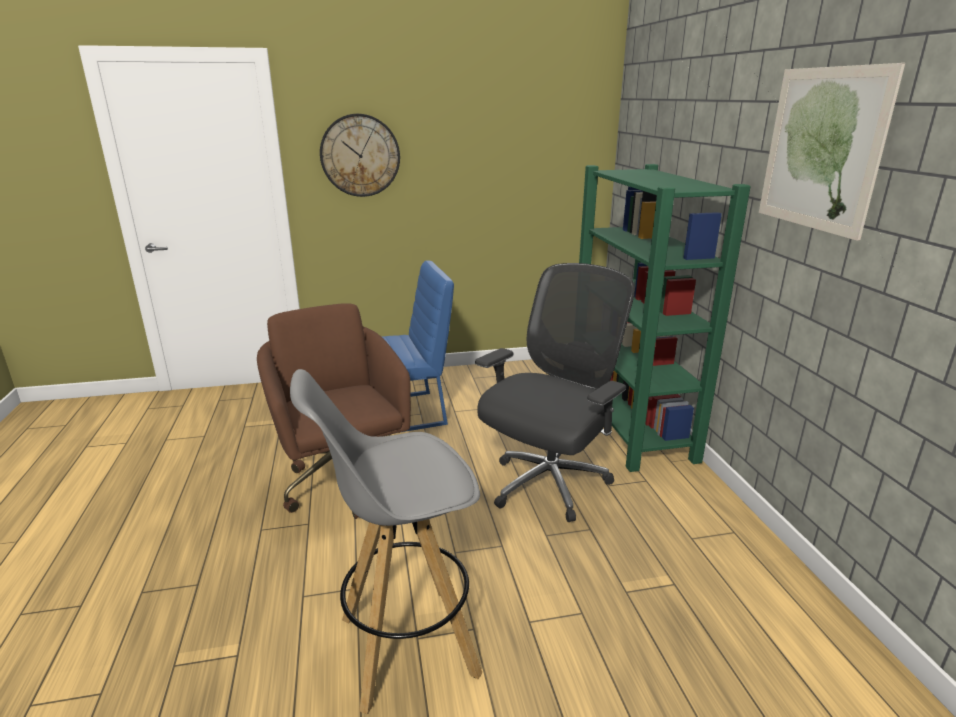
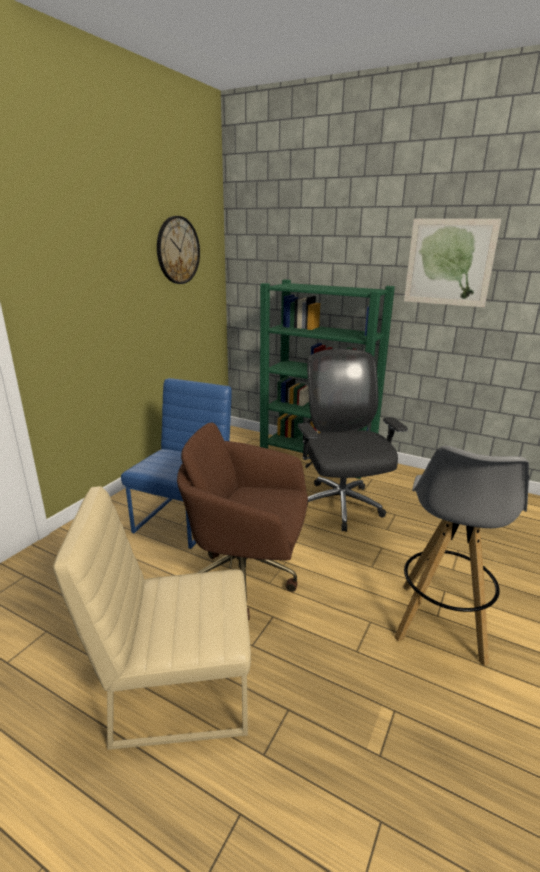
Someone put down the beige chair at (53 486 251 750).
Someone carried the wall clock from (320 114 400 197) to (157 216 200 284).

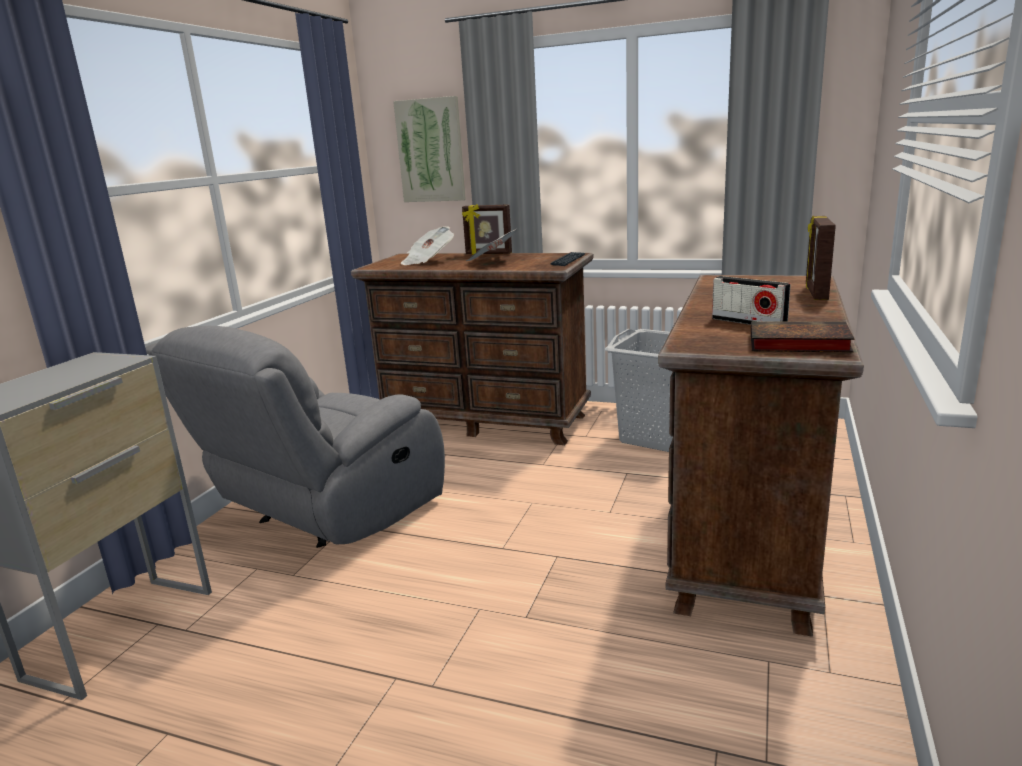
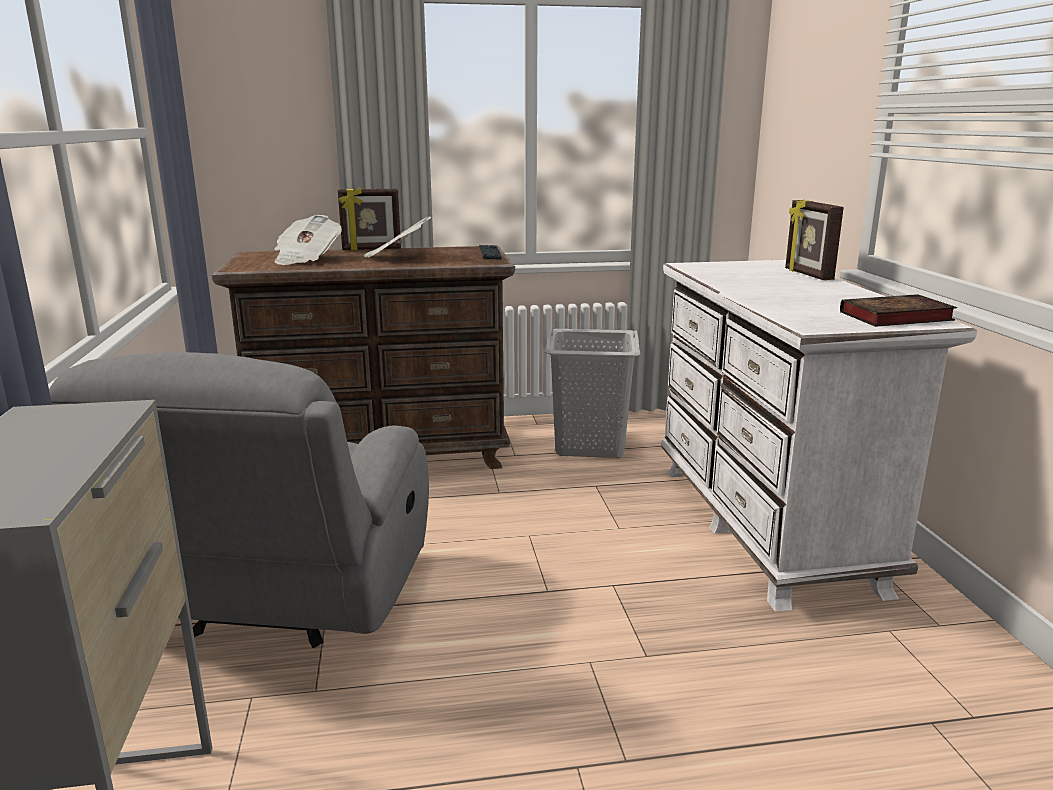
Someone repainted the brown dresser at (658 275 864 637), which became the white dresser at (661 260 977 611).
Someone took away the picture at (393 96 466 202).
Someone took away the radio at (712 276 791 325).

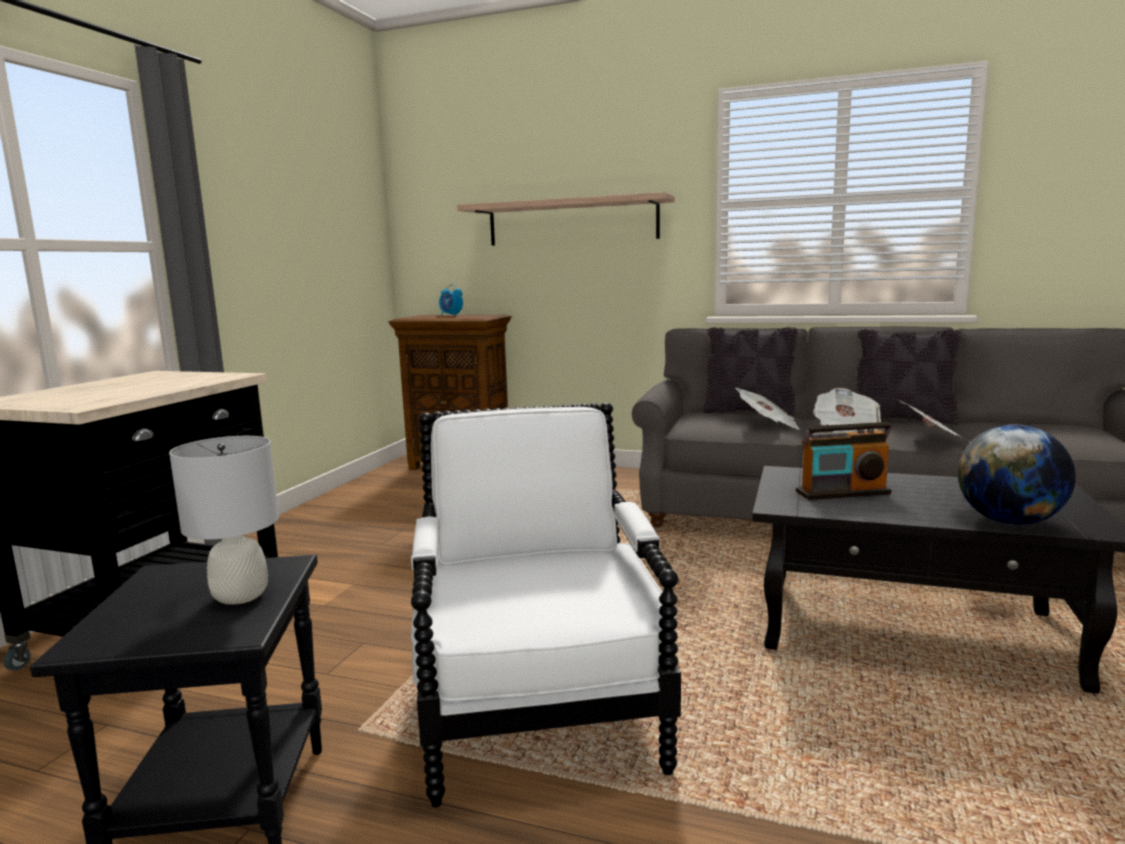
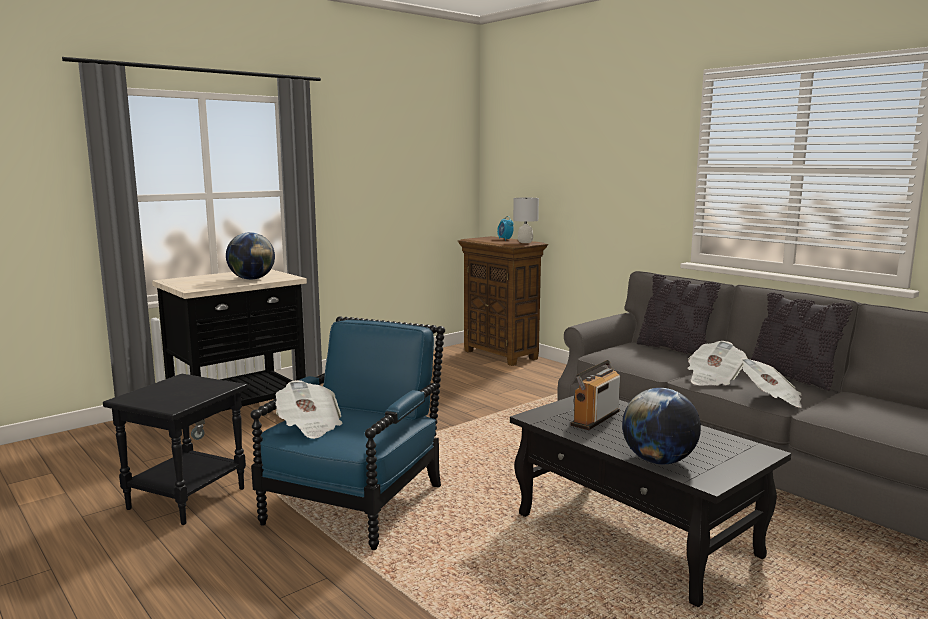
Someone put down the globe at (226 232 275 280).
Someone repainted the white armchair at (411 402 681 807), which became the blue armchair at (251 316 445 550).
Someone carried the newspaper from (735 388 800 429) to (276 380 342 439).
Someone carried the grey table lamp from (169 436 279 605) to (513 197 539 243).
Someone rotated the radio at (796 422 892 500) by 105 degrees clockwise.
Someone took away the shelf at (457 192 675 245).

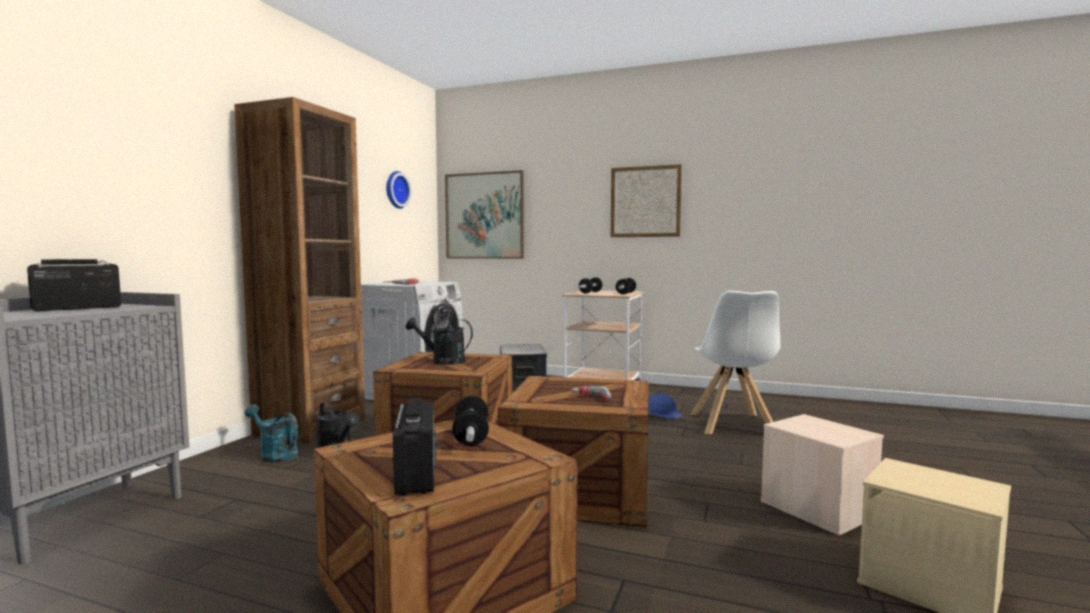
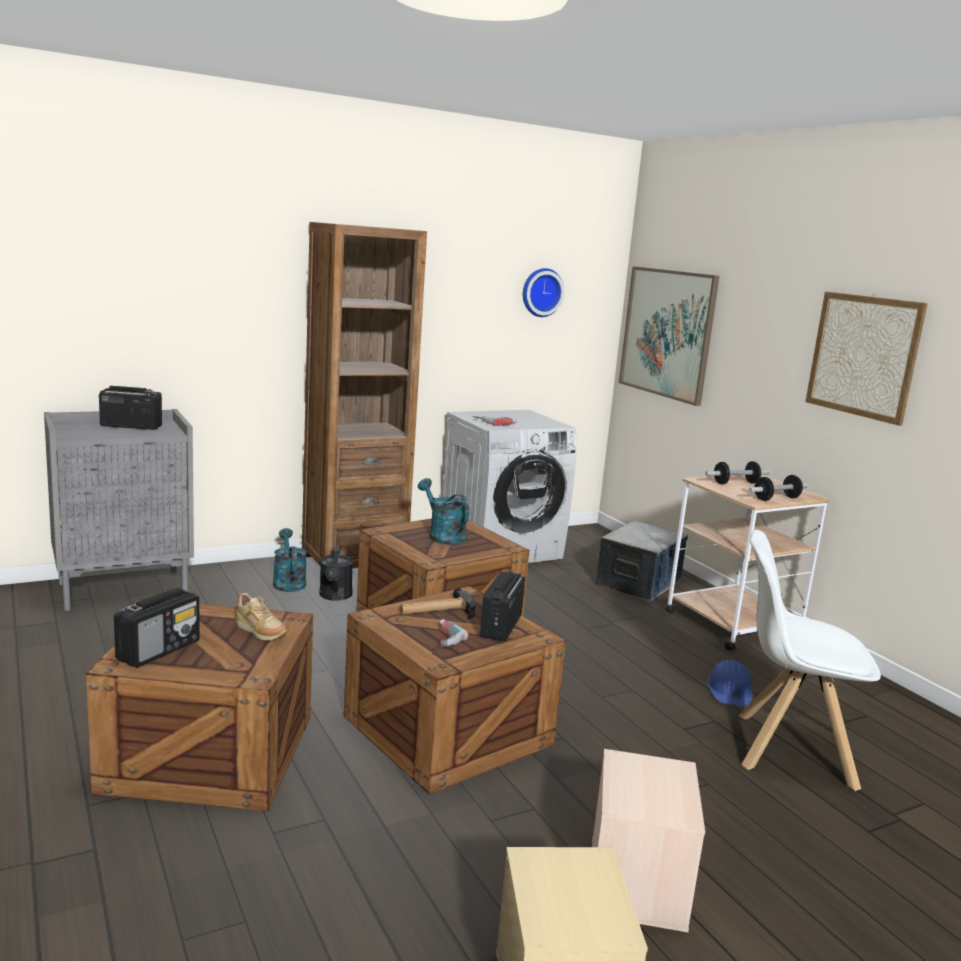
Someone swapped the dumbbell at (452 395 489 446) for the beige shoe at (236 593 288 641).
Someone put down the hammer at (400 588 476 620).
Someone repainted the black watering can at (406 318 473 365), which became the turquoise watering can at (418 478 470 545).
Someone put down the radio at (480 571 525 641).
Someone rotated the white chair at (690 291 781 435) by 60 degrees clockwise.

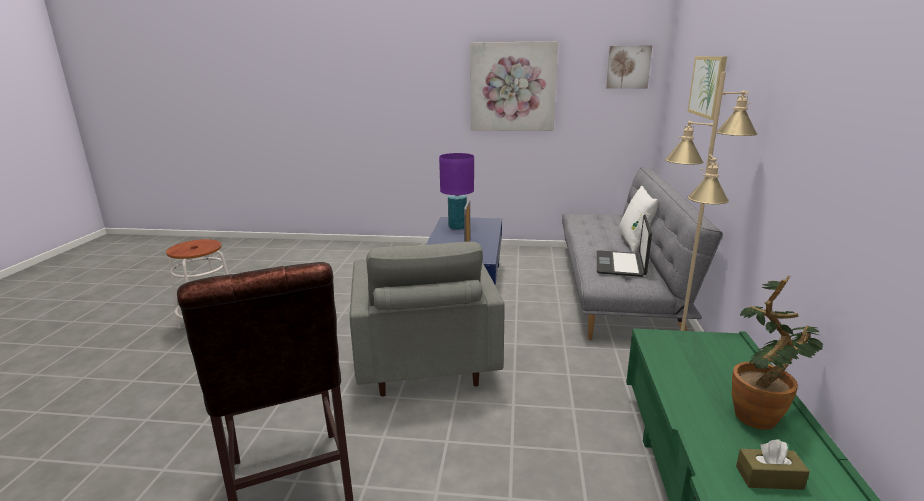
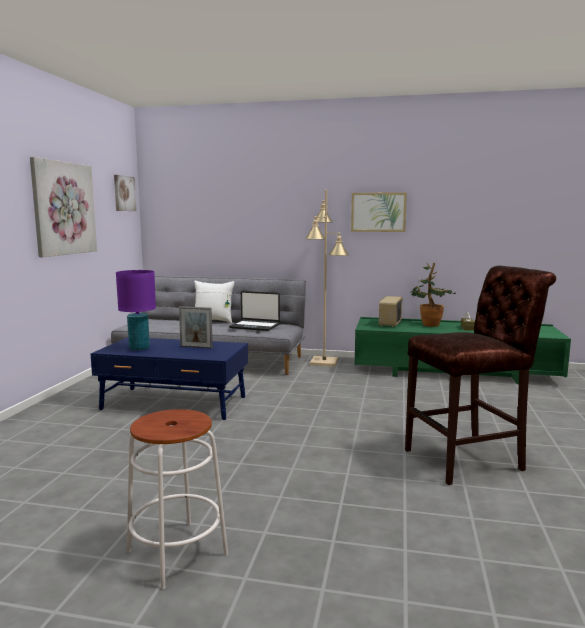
Someone carried the picture from (687 56 727 120) to (351 192 407 232).
Someone put down the radio at (378 296 403 327).
Someone took away the grey armchair at (350 242 505 397).

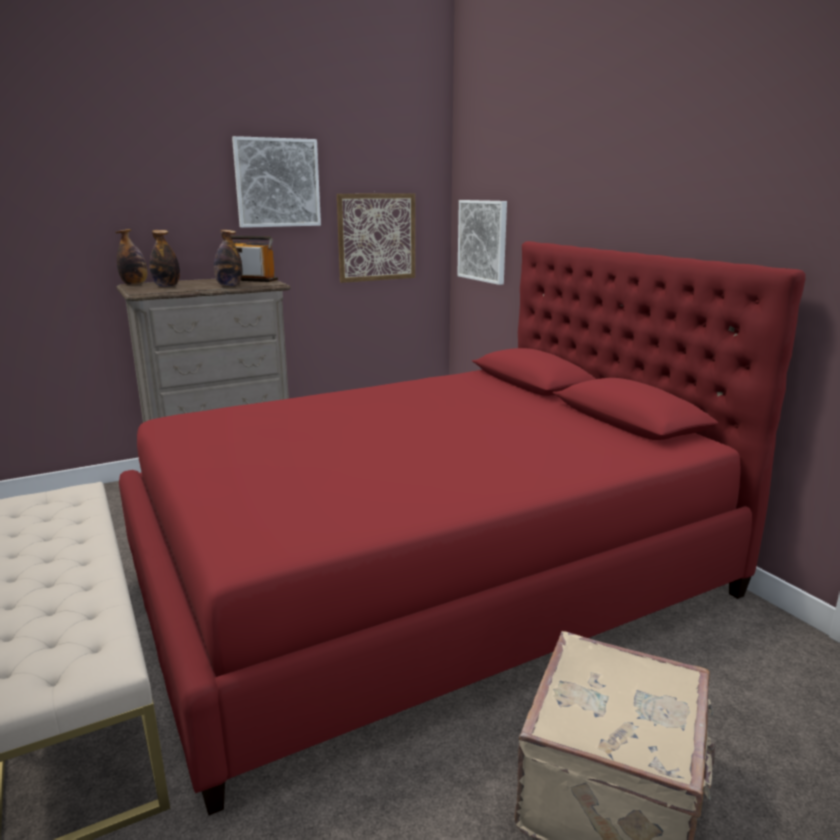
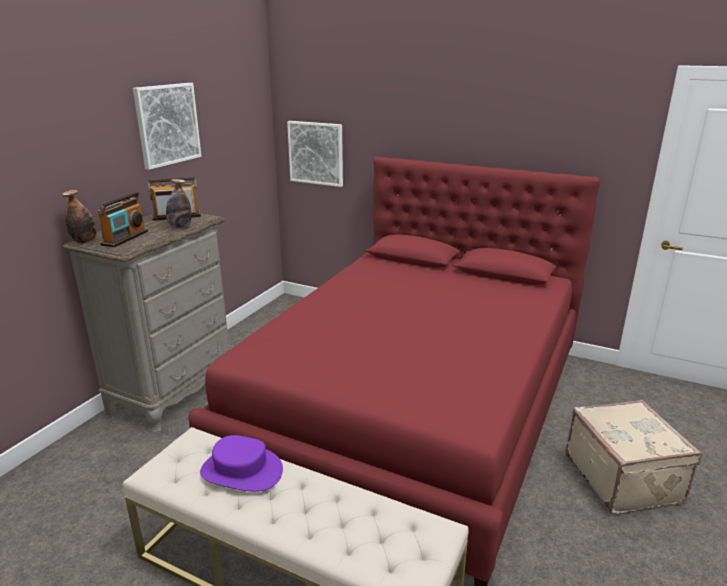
Someone swapped the bottle at (149 230 180 287) for the radio at (97 192 148 247).
Someone put down the purple hat at (200 435 283 492).
Someone took away the picture at (337 192 415 283).

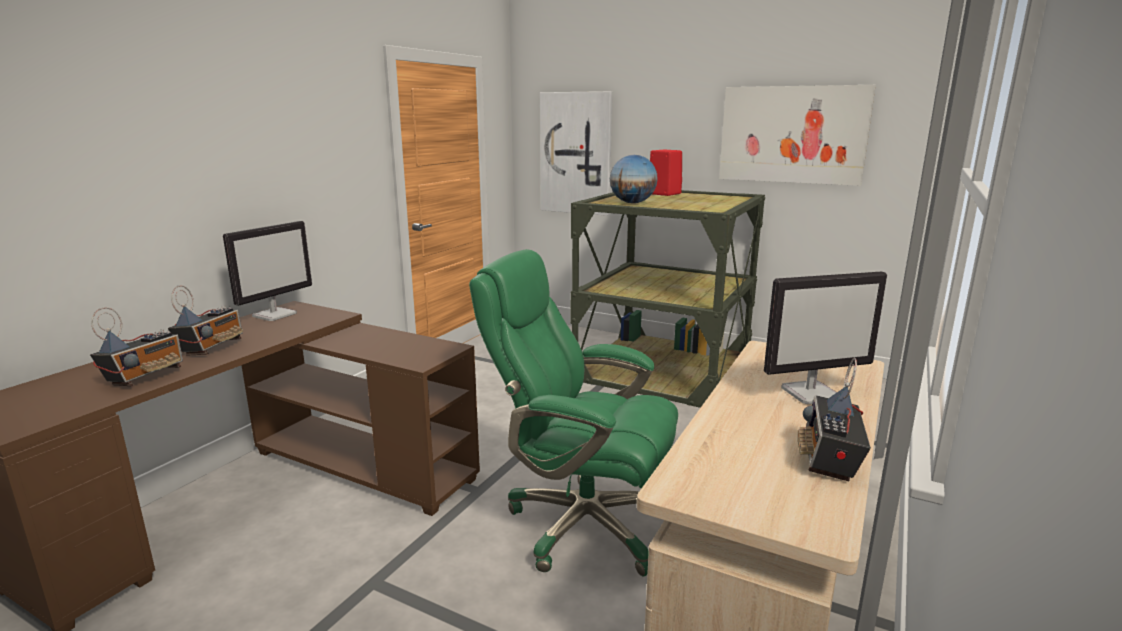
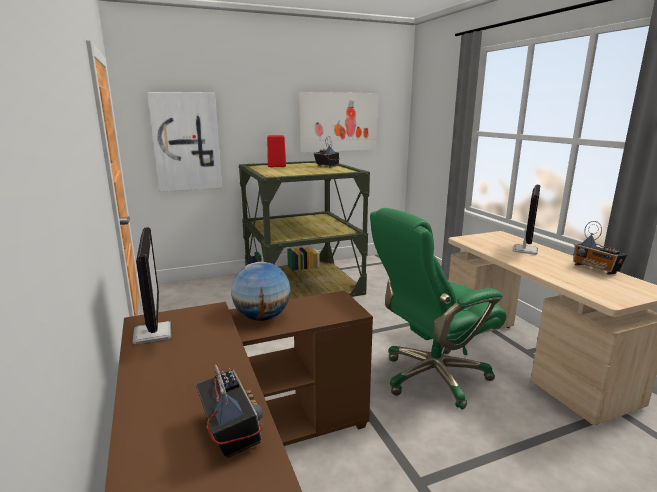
Someone carried the globe from (610 155 658 203) to (231 262 290 321).
Someone carried the radio from (168 285 243 355) to (314 136 340 168).

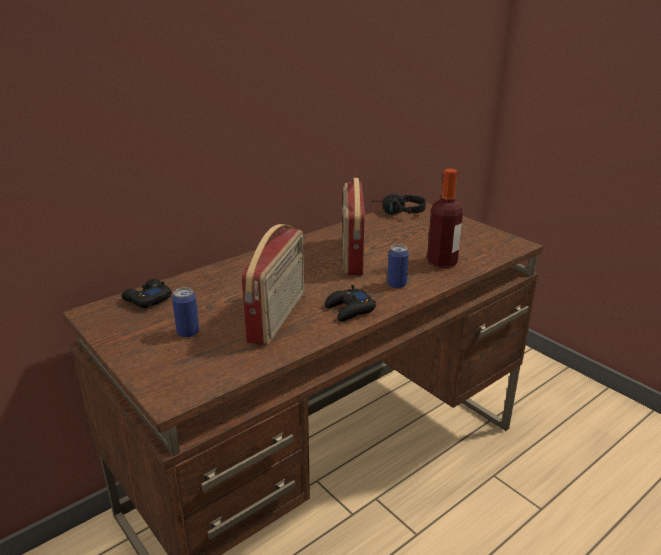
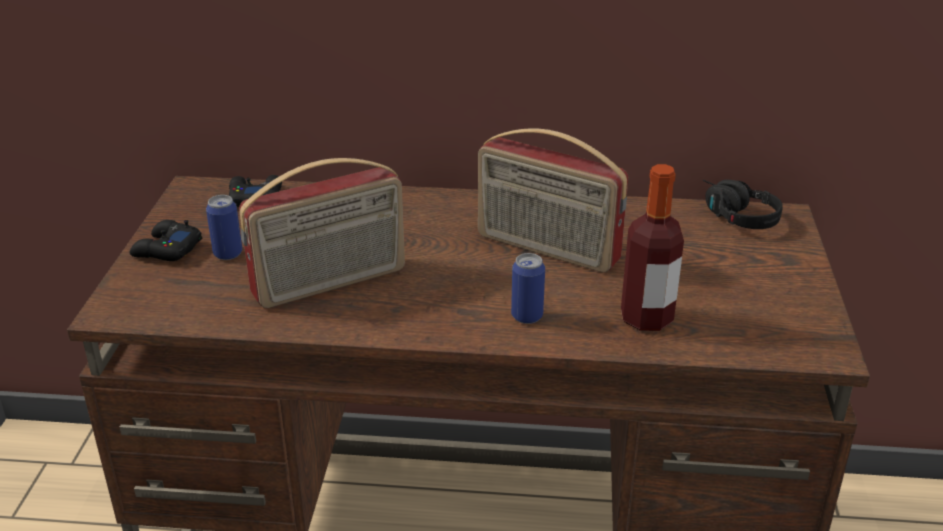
Someone carried the black game controller from (325 285 376 321) to (130 220 202 261).
Someone rotated the radio at (342 178 365 275) by 105 degrees counterclockwise.

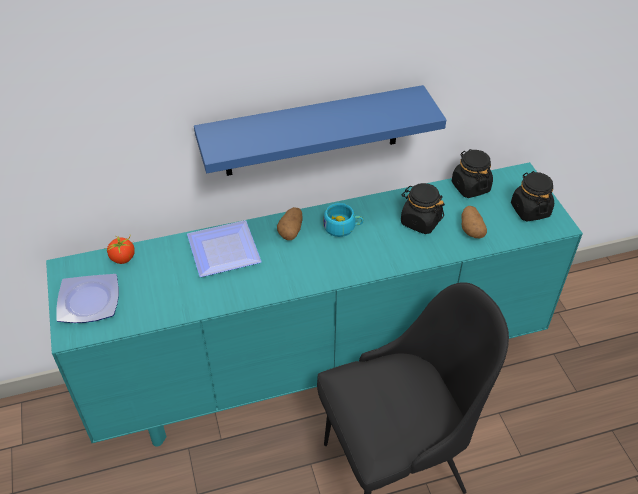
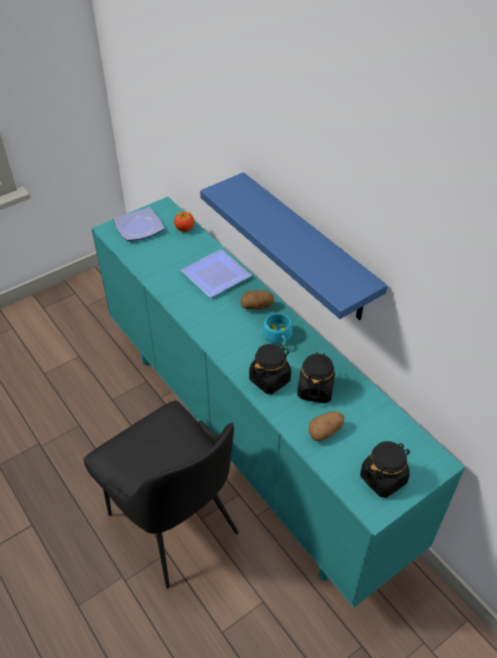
Someone carried the black jar from (452 149 493 198) to (249 344 291 394).

